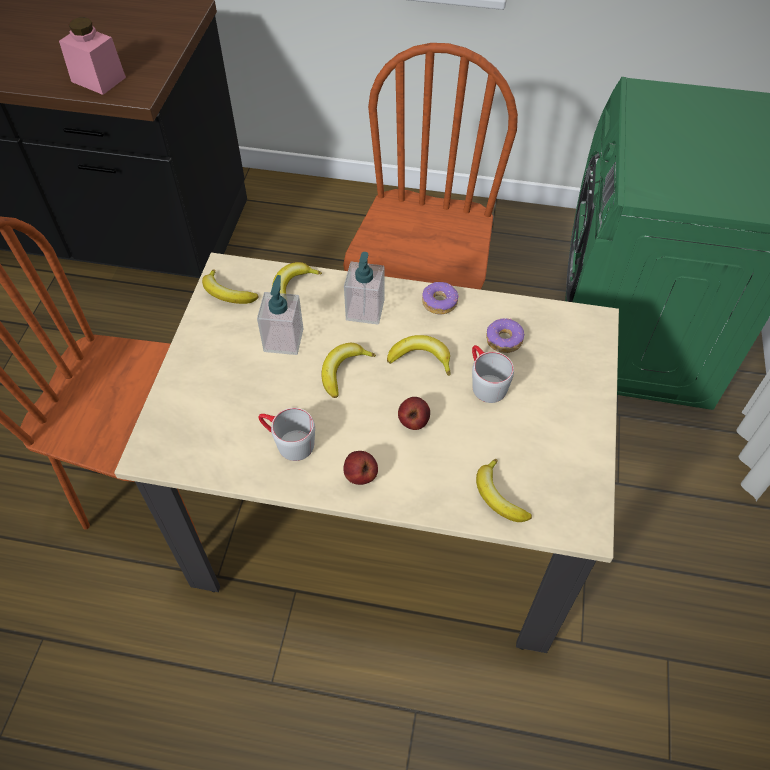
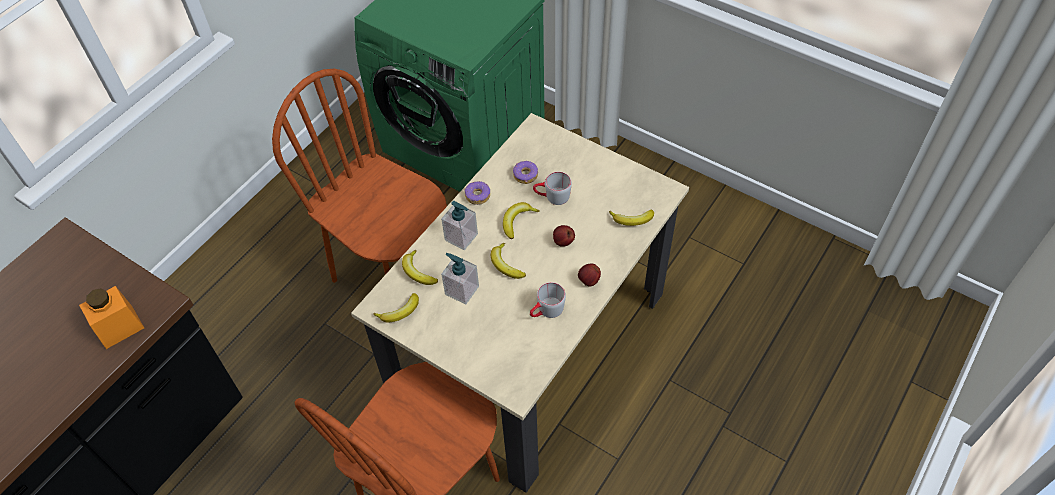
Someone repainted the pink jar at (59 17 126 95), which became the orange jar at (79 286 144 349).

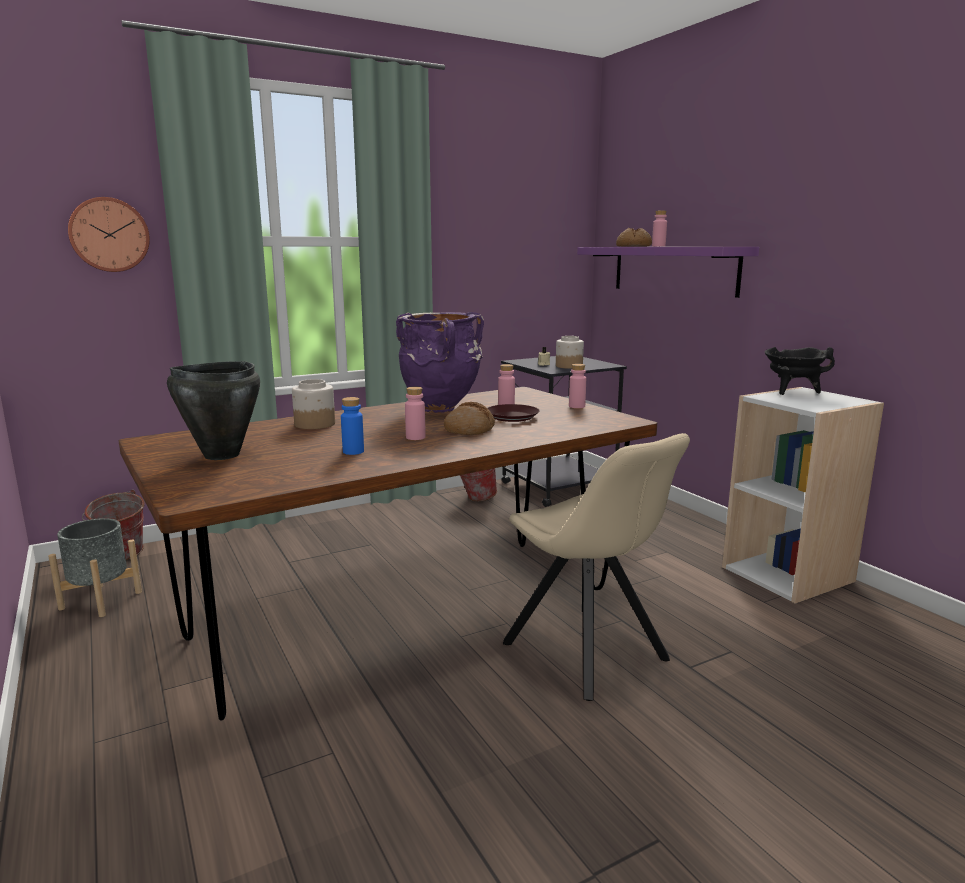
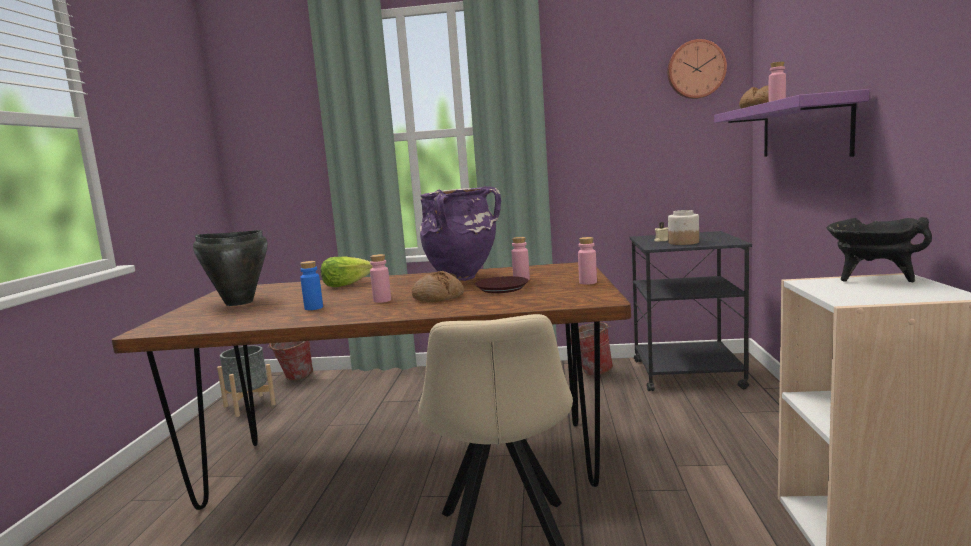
Someone swapped the jar at (292 379 335 429) for the lettuce at (321 256 372 287).
Someone carried the wall clock from (68 197 150 272) to (667 39 727 99).

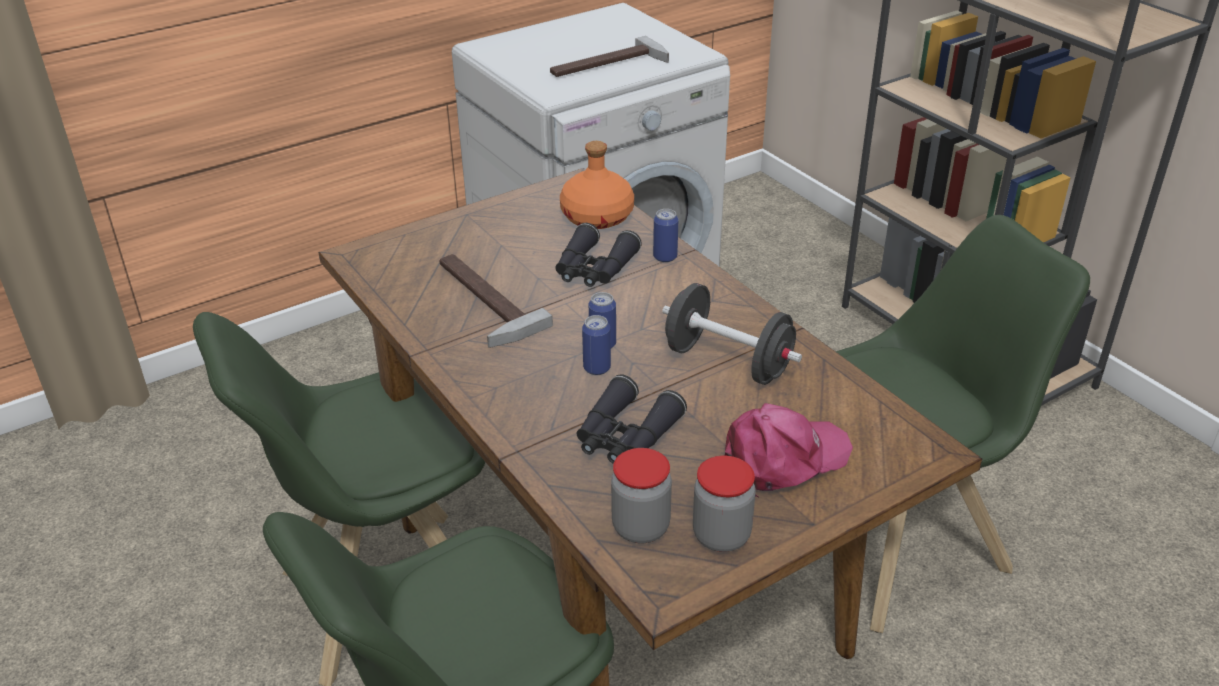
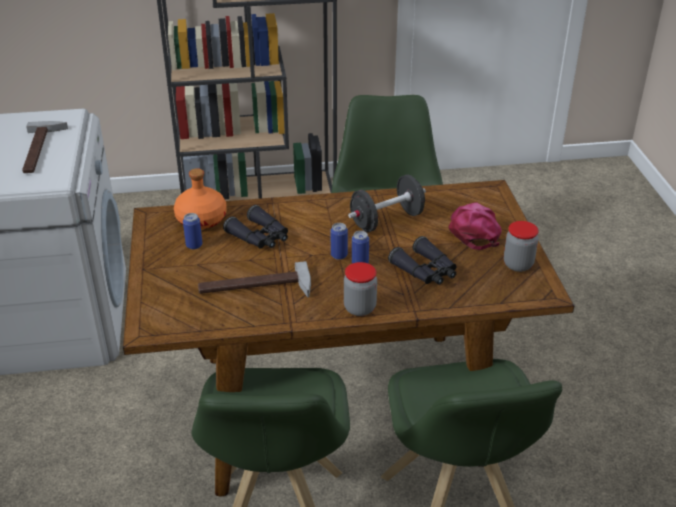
Someone carried the can from (653 209 678 263) to (183 213 202 249).
Someone carried the jar from (611 448 672 543) to (344 262 377 316).

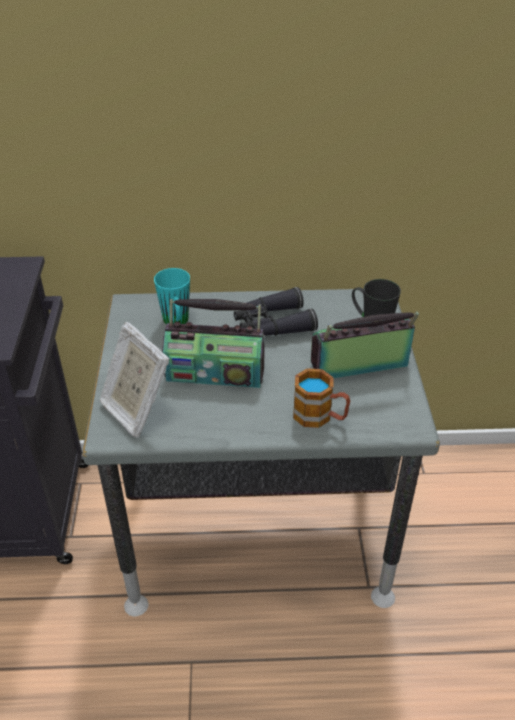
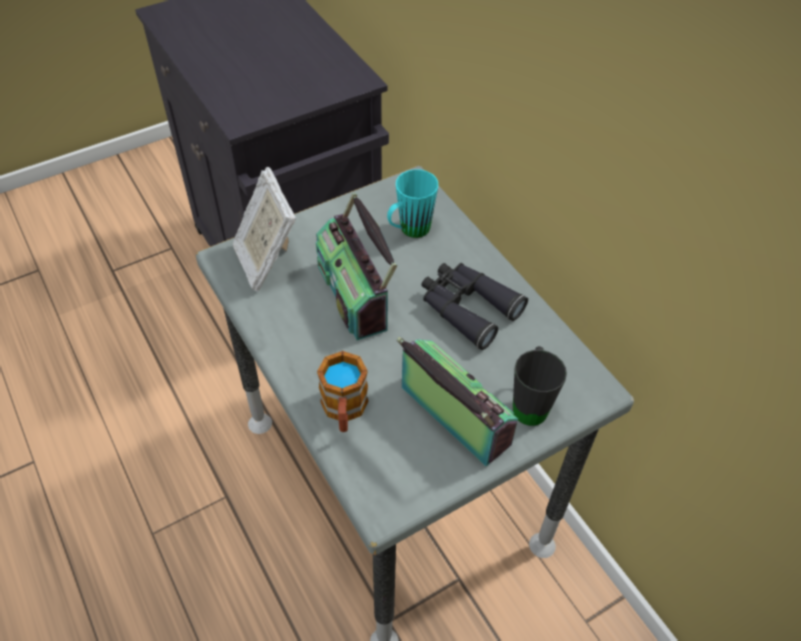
Someone rotated the picture frame at (99 322 170 438) by 45 degrees counterclockwise.

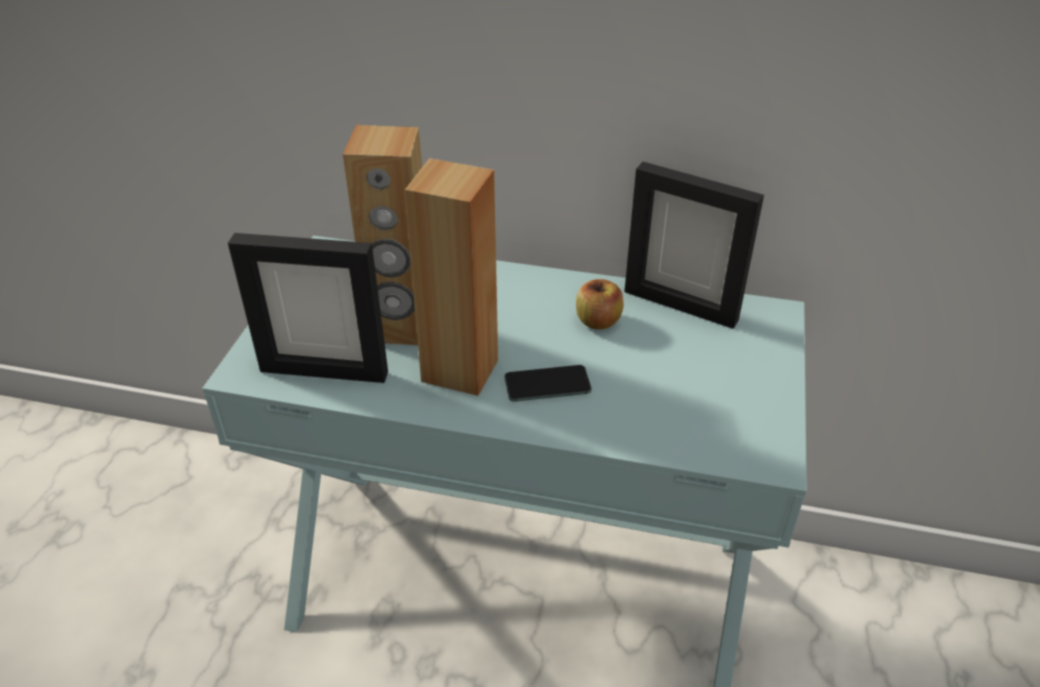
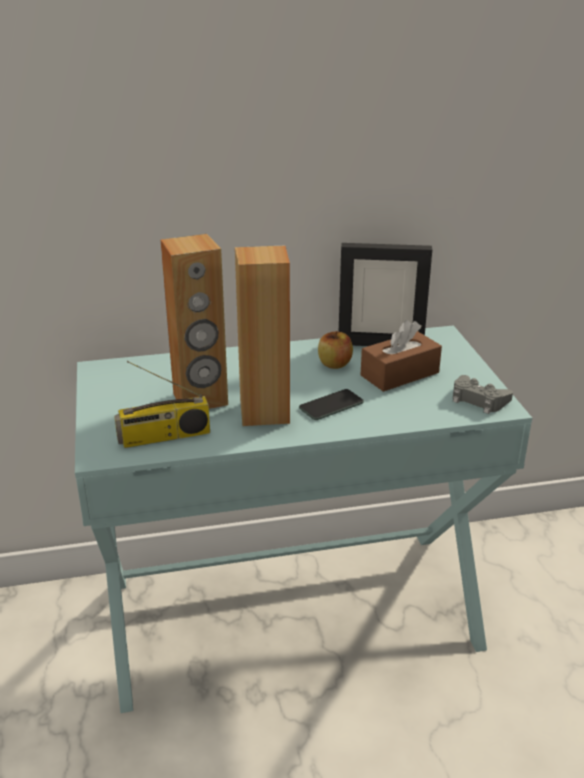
Someone swapped the picture frame at (228 233 388 383) for the radio at (114 361 210 448).
Someone put down the brown tissue box at (361 320 442 392).
Someone put down the grey game controller at (453 375 513 414).

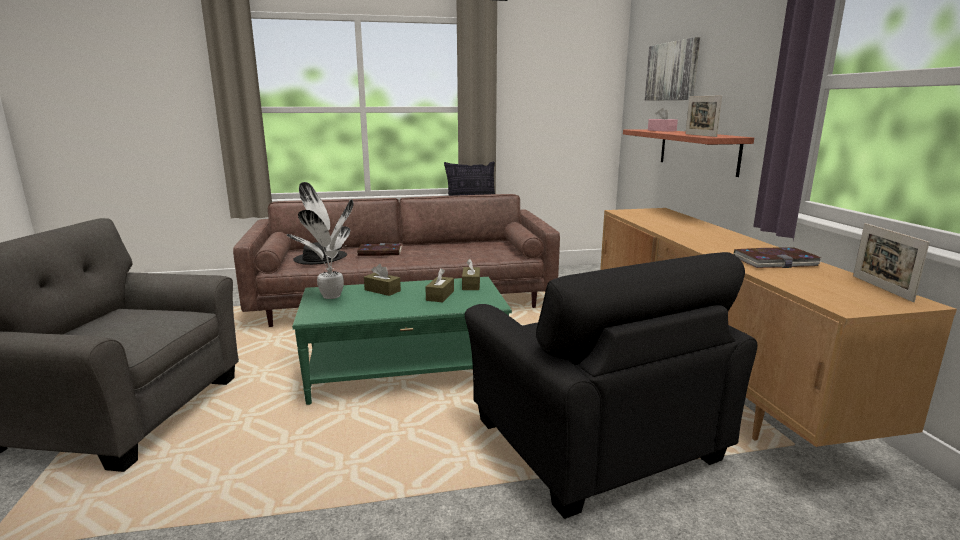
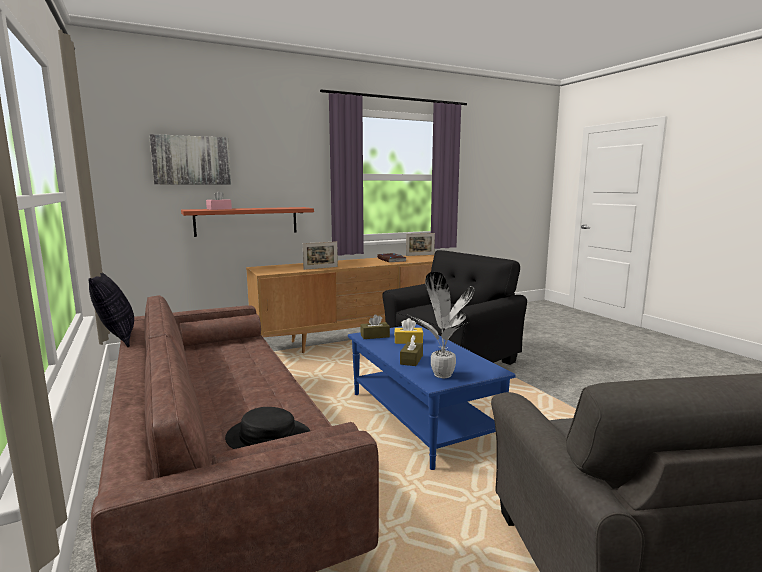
Someone carried the picture frame from (685 95 722 137) to (303 241 338 270).
Someone repainted the green coffee table at (292 277 512 405), which became the blue coffee table at (348 324 516 470).
Someone repainted the brown tissue box at (425 268 454 302), which became the yellow tissue box at (394 318 423 344).
Someone took away the book at (356 243 402 256).

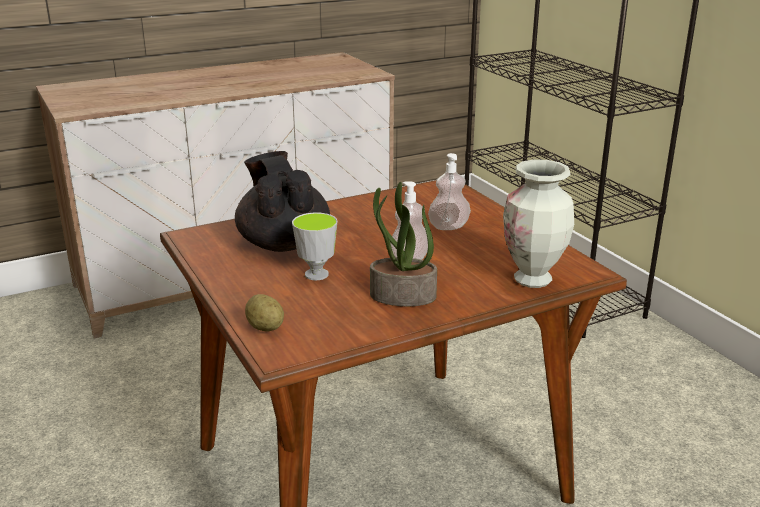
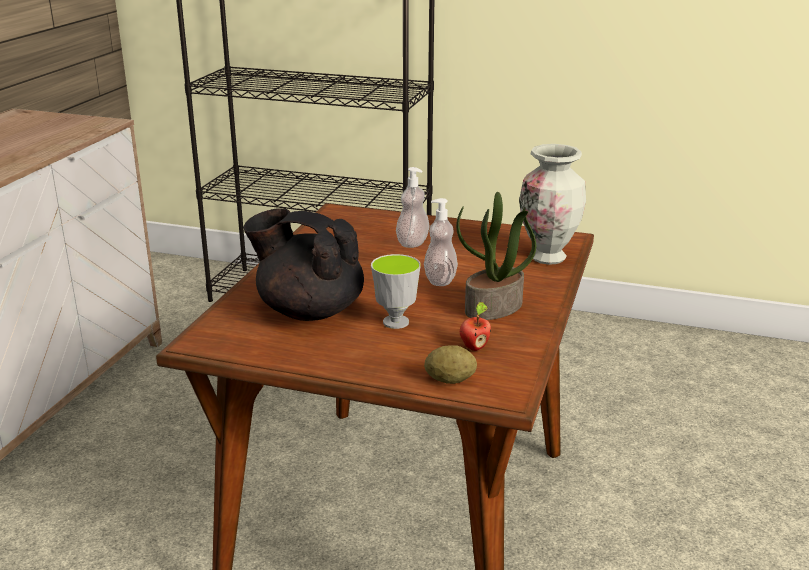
Someone put down the apple at (460 302 491 351).

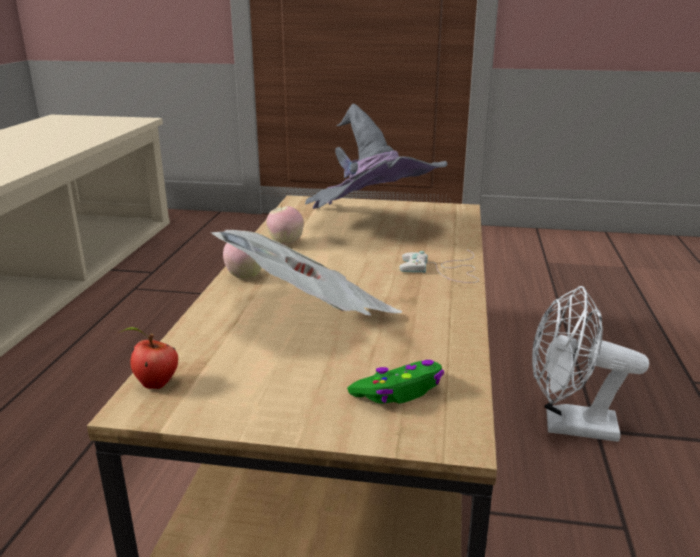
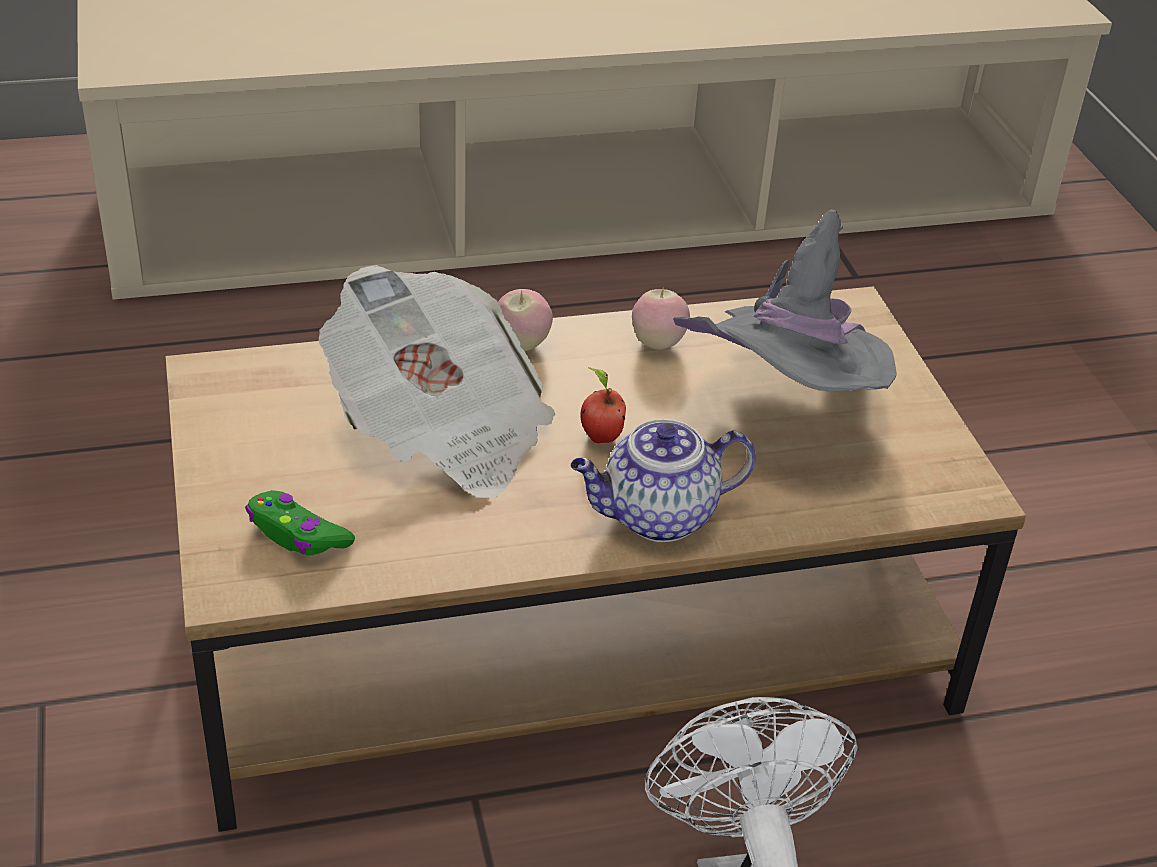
Someone swapped the white game controller at (400 250 479 283) for the teapot at (570 419 756 542).
Someone carried the apple from (121 327 178 389) to (580 367 626 443).

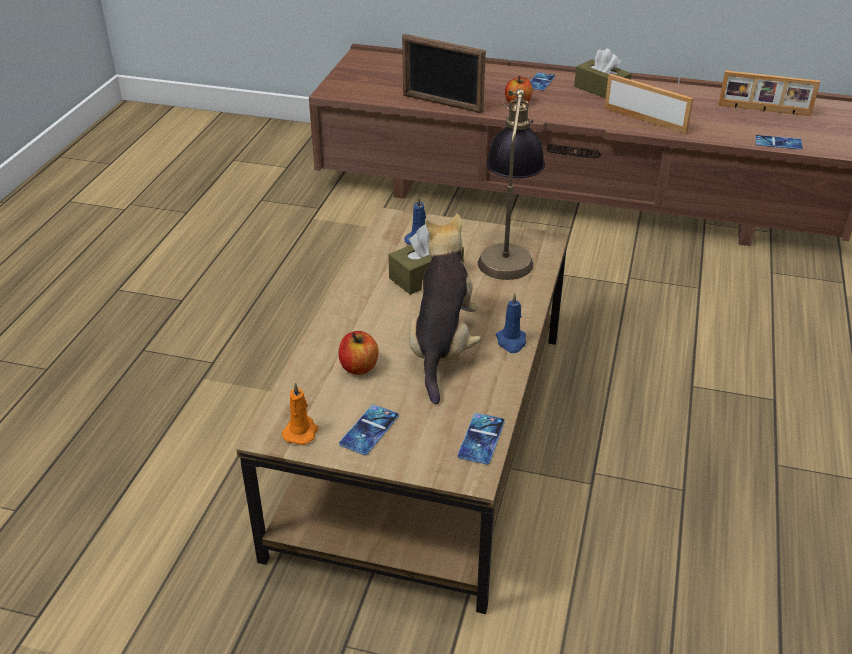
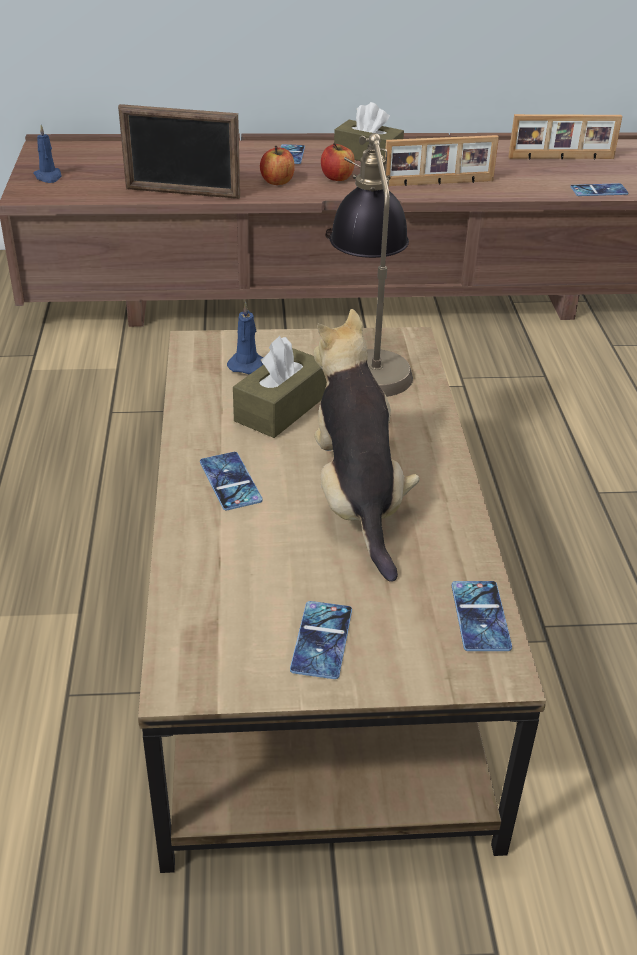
Someone carried the blue candle from (496 293 526 353) to (33 125 62 183).
Someone put down the phone at (200 452 263 510).
Someone carried the apple from (338 331 379 375) to (321 143 355 181).
Someone rotated the picture frame at (604 74 694 134) by 150 degrees clockwise.
Someone took away the orange candle at (282 382 318 445).

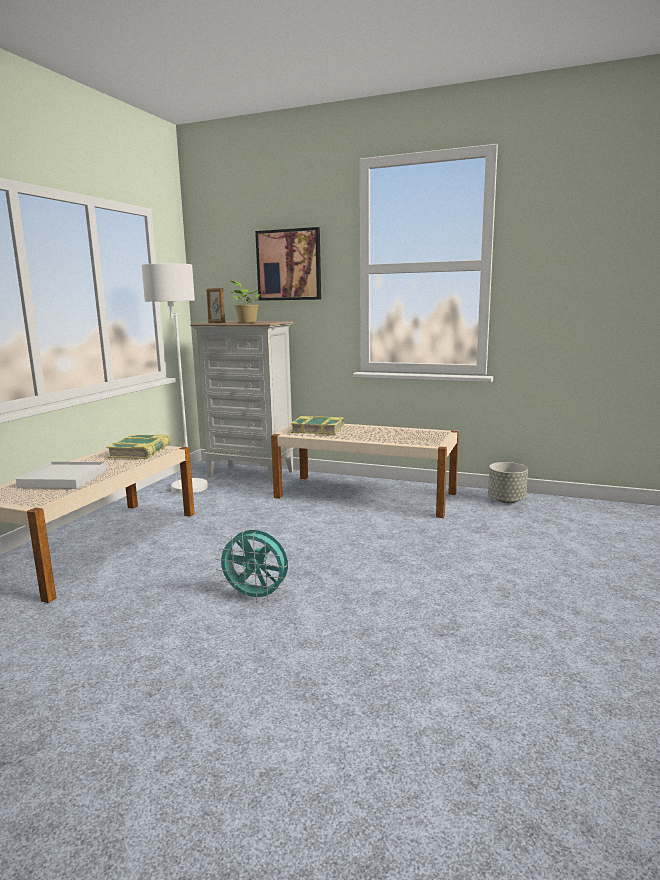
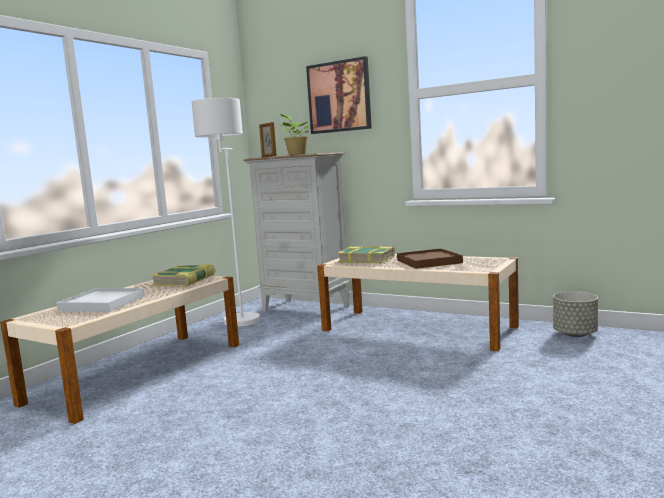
Someone put down the brown tray at (397 249 463 269).
Someone took away the turquoise fan at (216 530 288 603).

